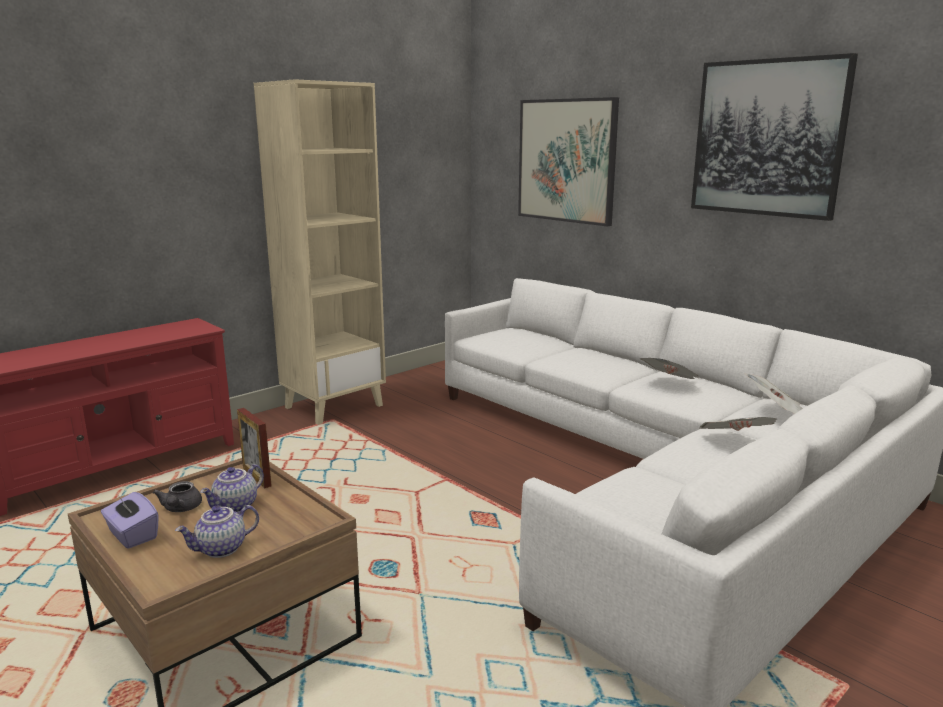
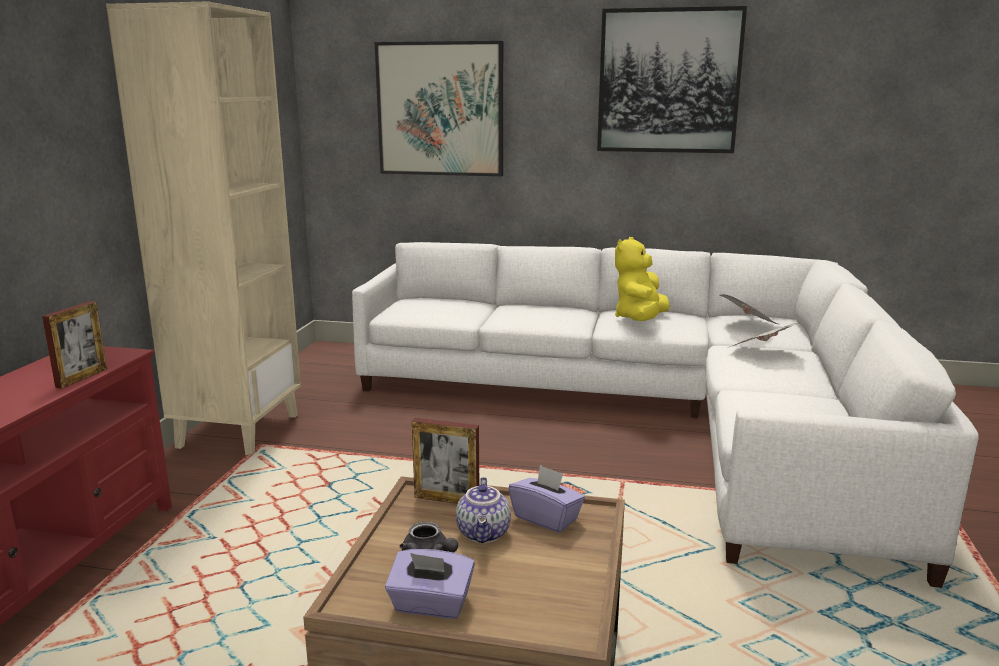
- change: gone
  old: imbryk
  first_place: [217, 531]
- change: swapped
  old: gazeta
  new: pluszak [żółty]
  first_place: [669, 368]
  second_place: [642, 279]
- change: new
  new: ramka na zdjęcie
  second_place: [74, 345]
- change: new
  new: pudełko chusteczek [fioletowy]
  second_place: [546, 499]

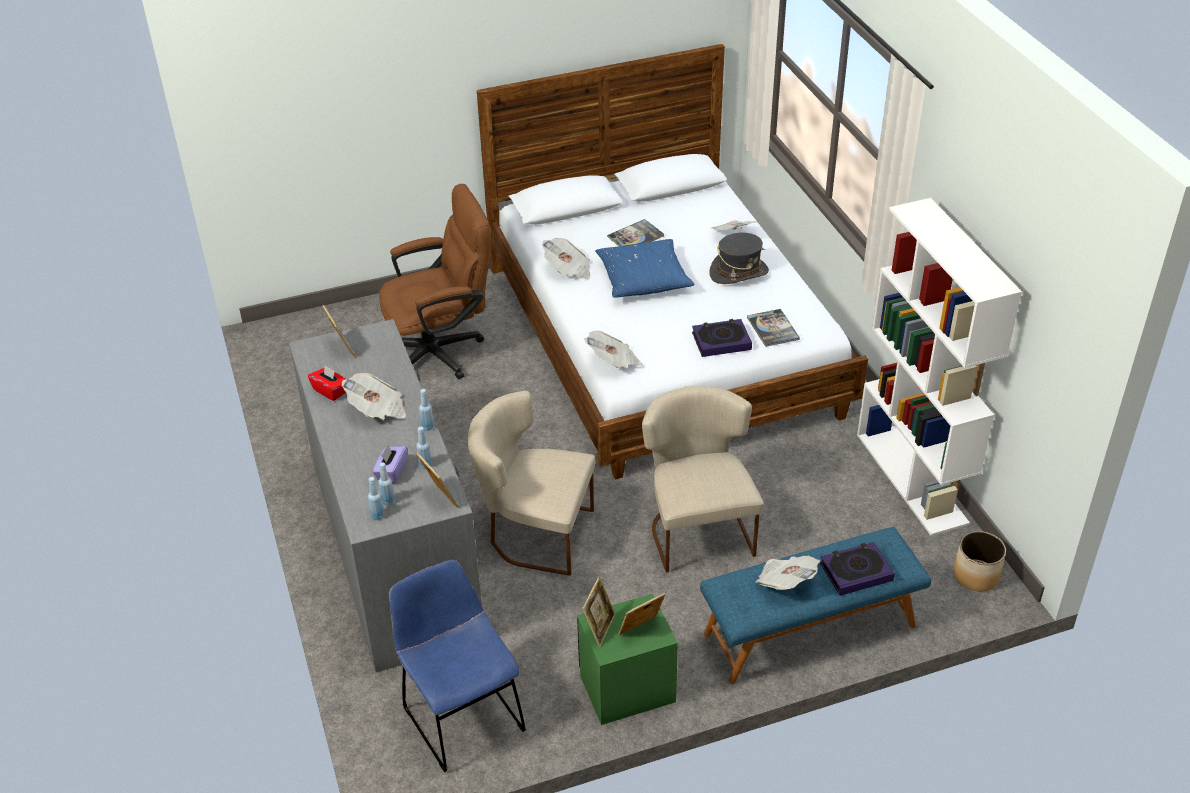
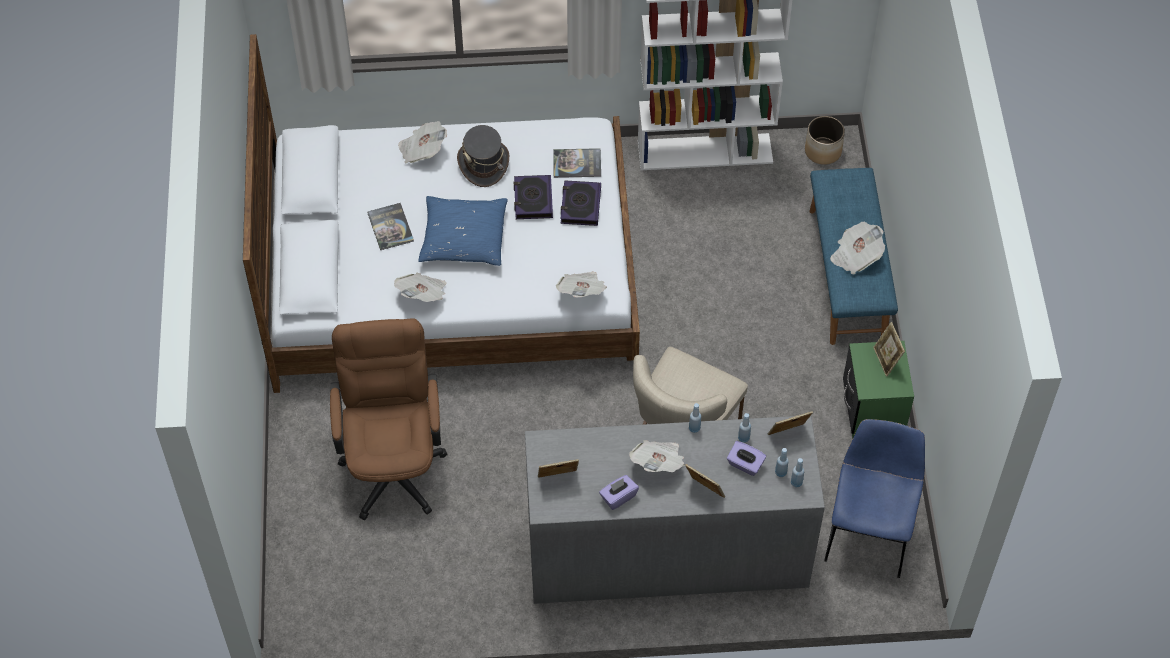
- change: repainted
  old: pudełko chusteczek [czerwony]
  new: pudełko chusteczek [fioletowy]
  first_place: [327, 383]
  second_place: [619, 492]
- change: rotated
  old: krzesło [niebieski]
  first_place: [457, 666]
  second_place: [874, 498]
  degrees: 120
- change: shifted
  old: ramka na zdjęcie
  first_place: [598, 611]
  second_place: [705, 481]
- change: gone
  old: krzesło [beżowy]
  first_place: [703, 479]
- change: shifted
  old: książka
  first_place: [857, 569]
  second_place: [533, 197]

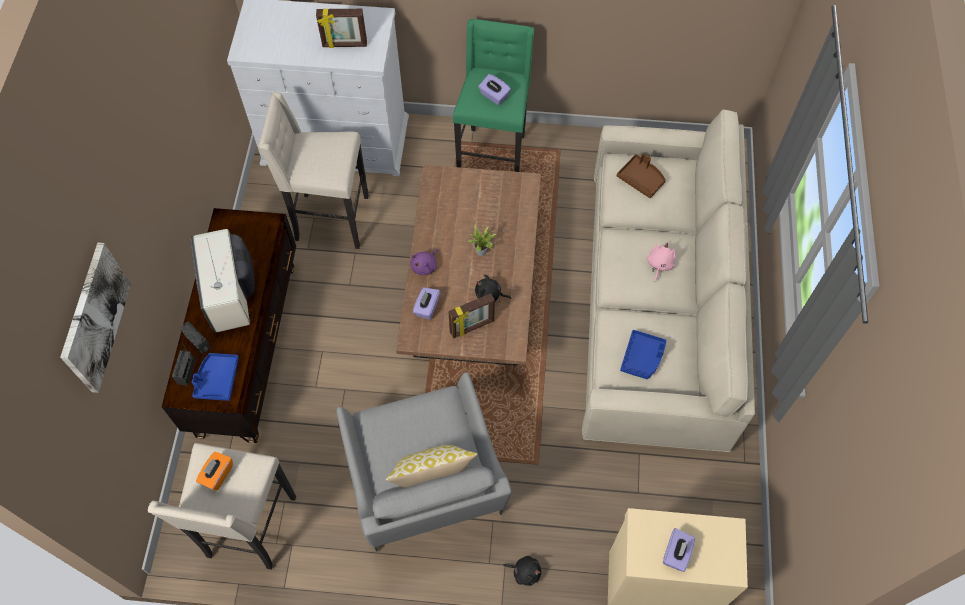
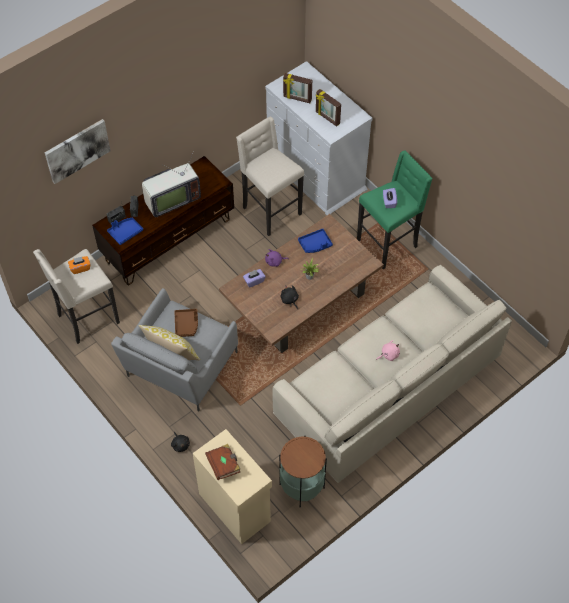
- change: rotated
  old: telewizor
  first_place: [223, 281]
  second_place: [171, 185]
  degrees: -150
- change: shifted
  old: ramka na zdjęcie
  first_place: [471, 316]
  second_place: [297, 88]
- change: shifted
  old: taca [brązowy]
  first_place: [641, 175]
  second_place: [186, 323]
- change: shifted
  old: taca [niebieski]
  first_place: [643, 354]
  second_place: [315, 240]
- change: swapped
  old: pudełko chusteczek [fioletowy]
  new: książka [brązowy]
  first_place: [679, 550]
  second_place: [222, 462]
- change: new
  new: stolik
  second_place: [303, 472]

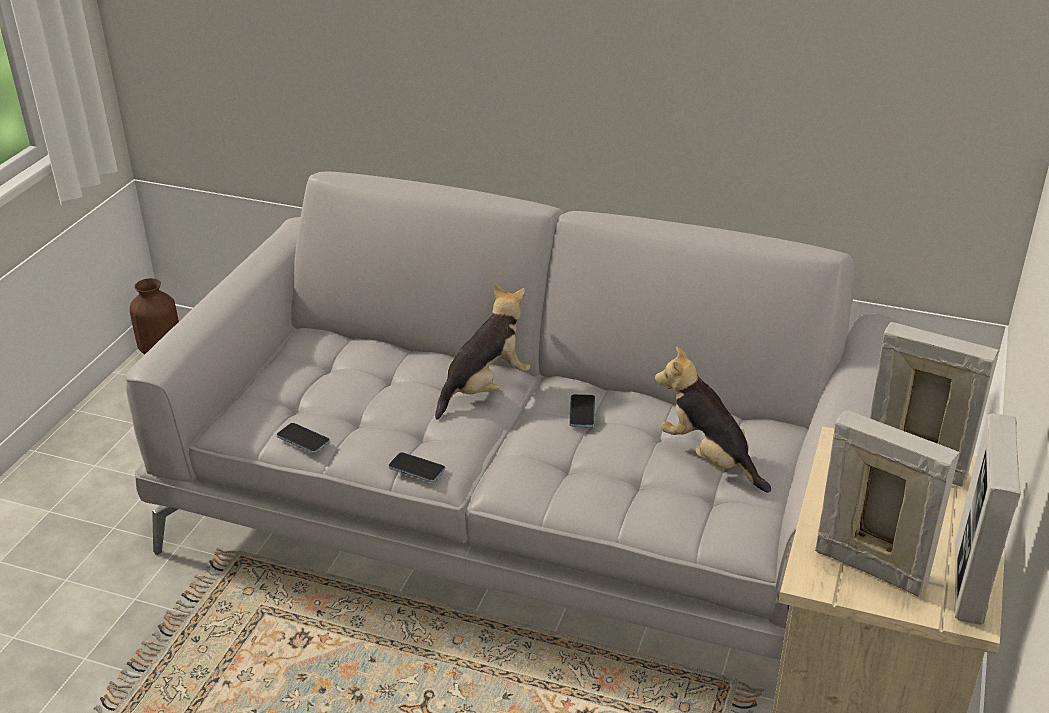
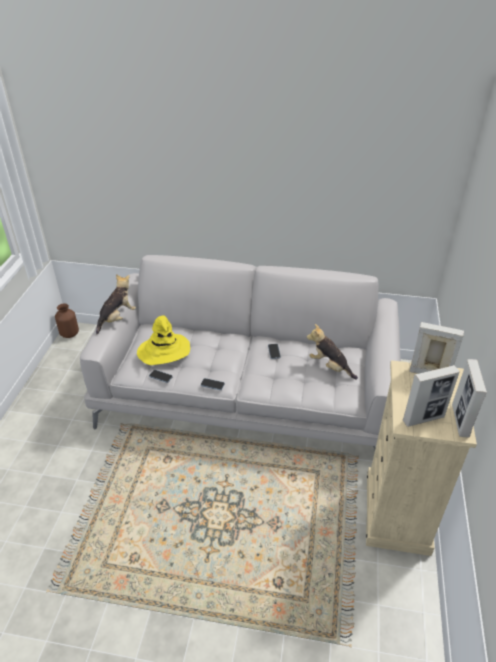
- change: shifted
  old: pluszak
  first_place: [482, 352]
  second_place: [116, 304]
- change: rotated
  old: ramka na zdjęcie
  first_place: [887, 503]
  second_place: [431, 396]
  degrees: 135
- change: new
  new: kapelusz [żółty]
  second_place: [163, 340]

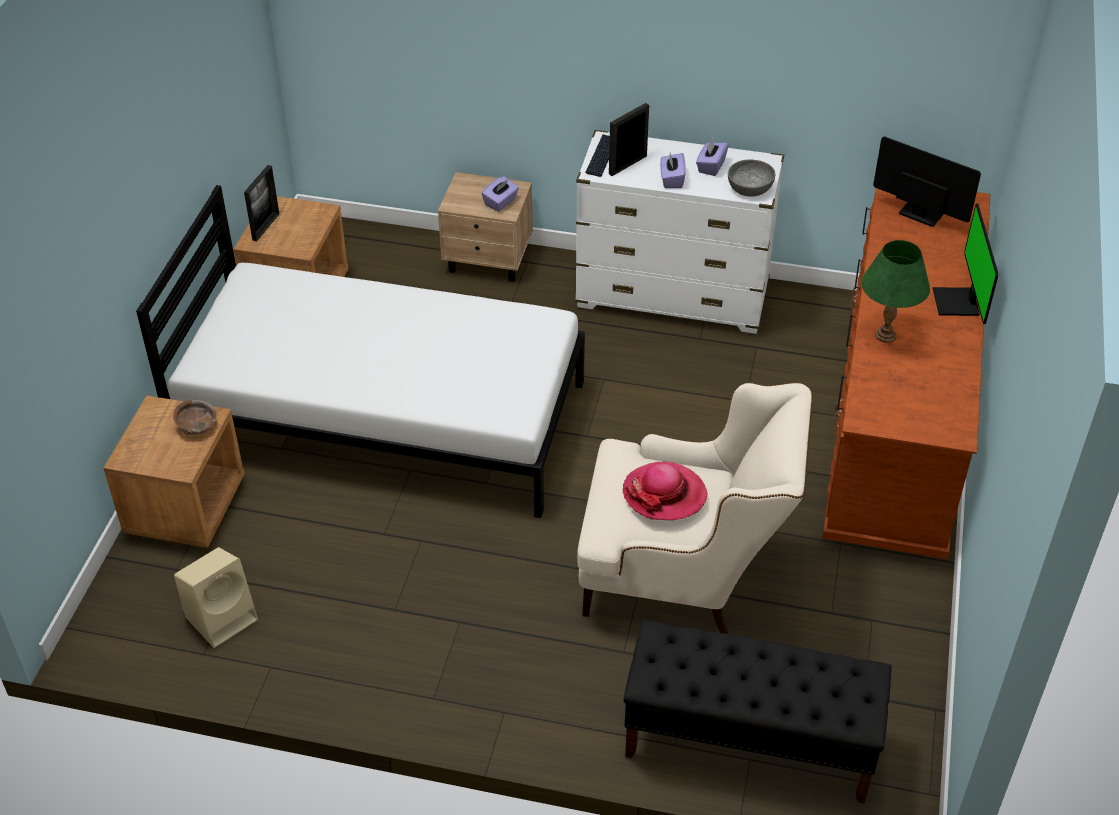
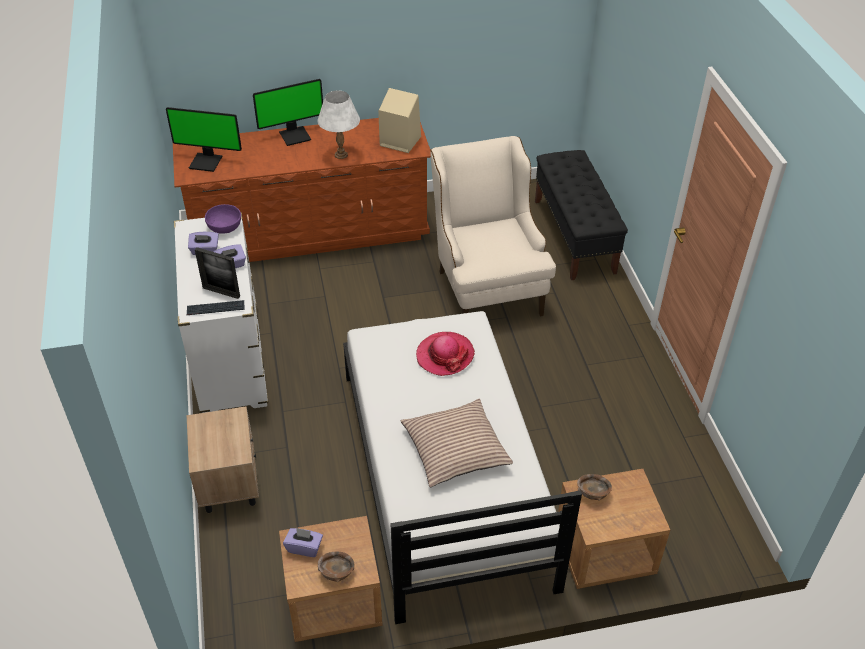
- change: shifted
  old: głośnik [beżowy]
  first_place: [216, 597]
  second_place: [399, 120]
- change: swapped
  old: ramka na zdjęcie
  new: miska [brązowy]
  first_place: [261, 203]
  second_place: [336, 567]
- change: shifted
  old: pudełko chusteczek [fioletowy]
  first_place: [500, 193]
  second_place: [303, 542]
- change: shifted
  old: kapelusz
  first_place: [665, 491]
  second_place: [445, 354]
- change: repainted
  old: miska [szary]
  new: miska [fioletowy]
  first_place: [751, 178]
  second_place: [223, 219]
- change: repainted
  old: lampa stołowa [zielony]
  new: lampa stołowa [biały]
  first_place: [895, 291]
  second_place: [338, 124]
- change: rotated
  old: monitor
  first_place: [927, 181]
  second_place: [204, 139]
  degrees: -90
- change: new
  new: poduszka
  second_place: [456, 442]

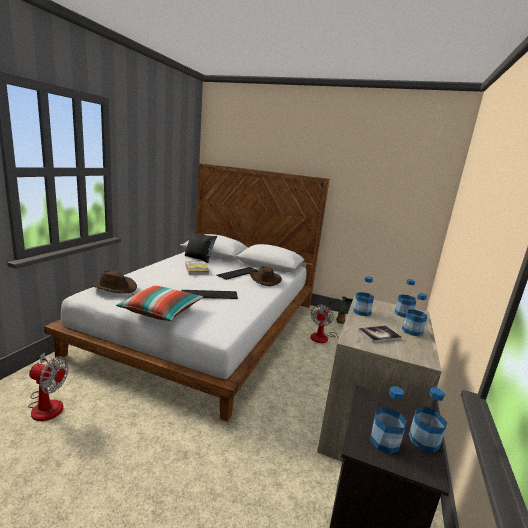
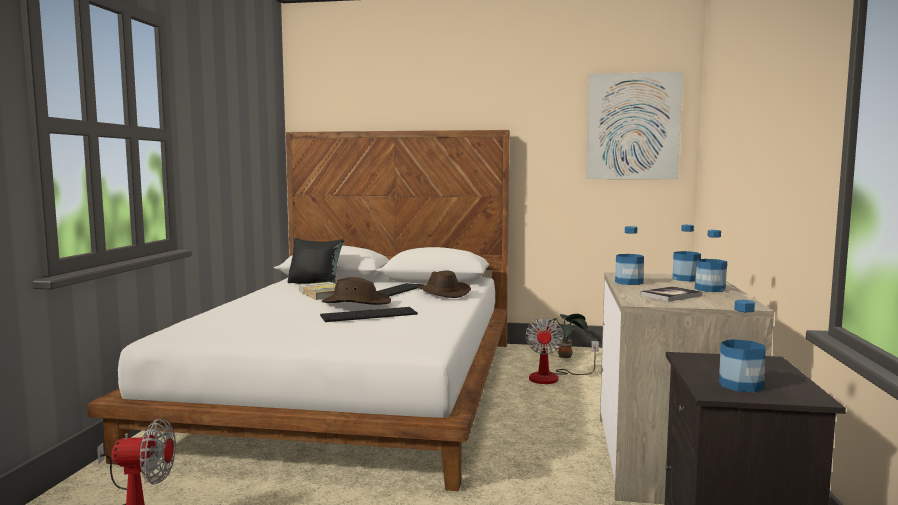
- change: shifted
  old: kapelusz [brązowy]
  first_place: [113, 282]
  second_place: [356, 291]
- change: gone
  old: poduszka
  first_place: [159, 303]
- change: gone
  old: butelka
  first_place: [428, 420]
- change: new
  new: obraz
  second_place: [634, 125]

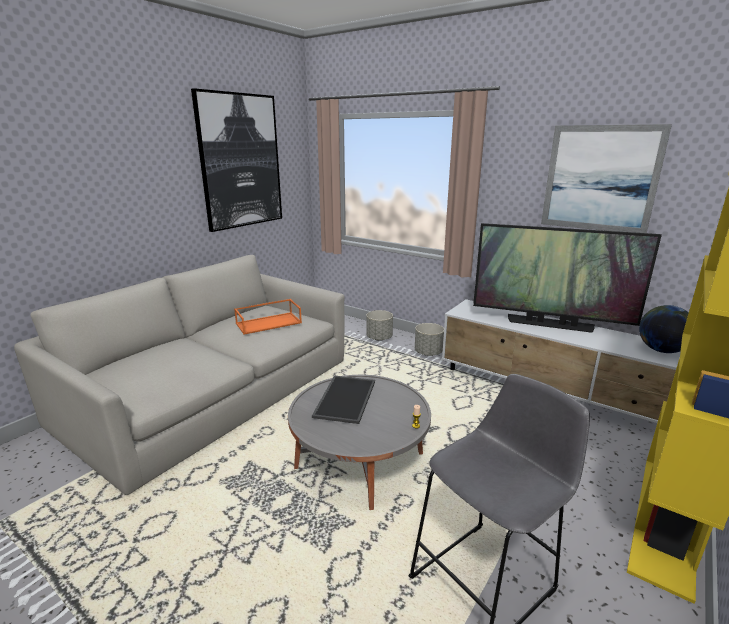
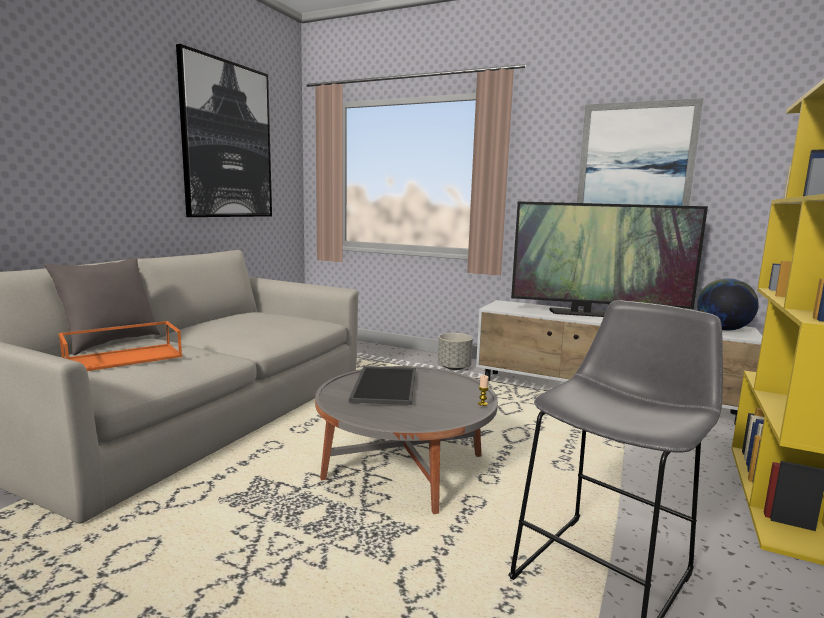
- change: shifted
  old: taca [pomarańczowy]
  first_place: [268, 317]
  second_place: [120, 346]
- change: gone
  old: donica [szary]
  first_place: [379, 325]
- change: new
  new: poduszka [szary]
  second_place: [102, 306]

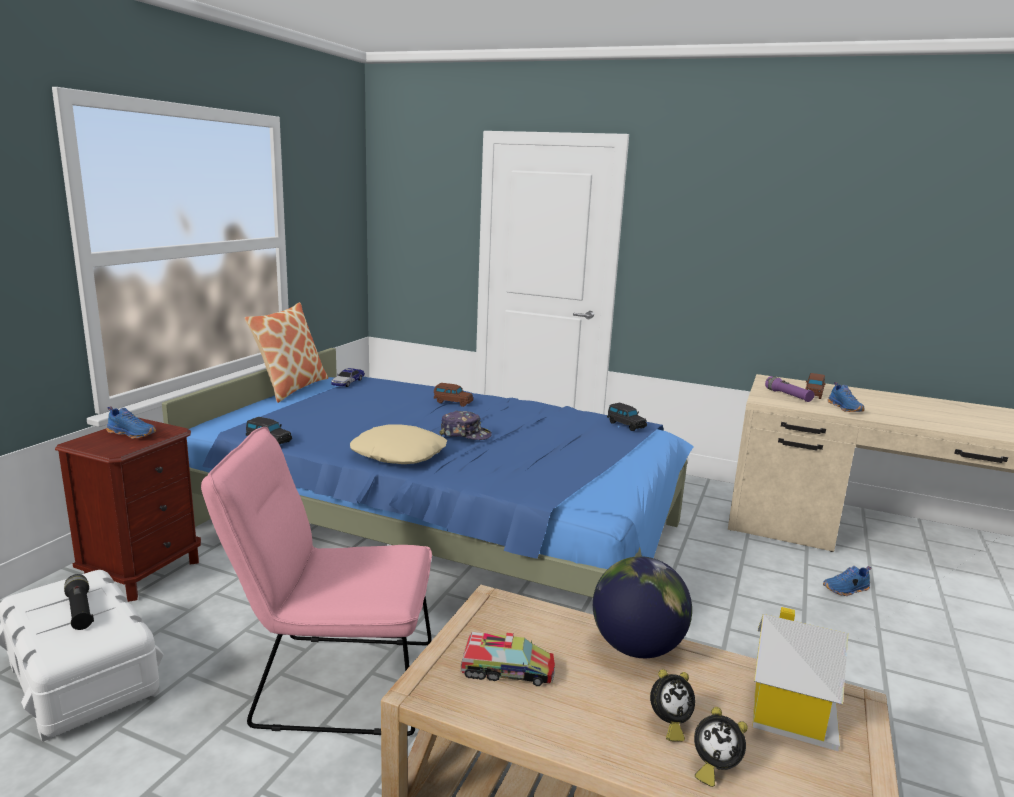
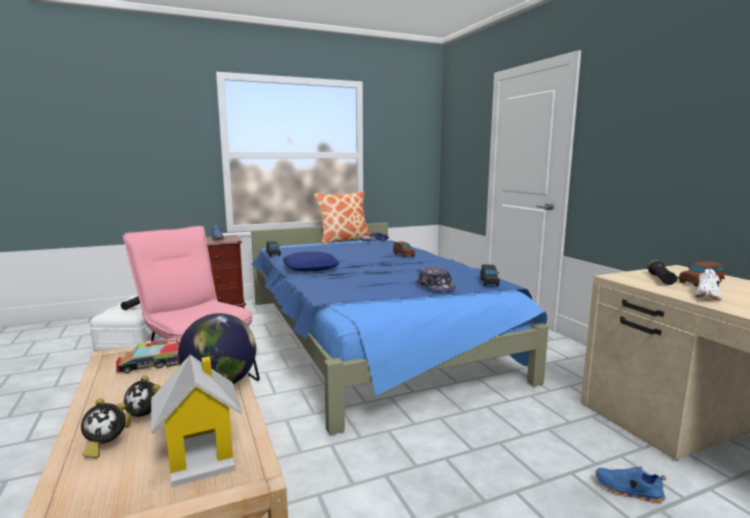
- change: repainted
  old: poduszka [beżowy]
  new: poduszka [niebieski]
  first_place: [398, 444]
  second_place: [311, 261]
- change: shifted
  old: czapka z daszkiem
  first_place: [466, 425]
  second_place: [436, 279]
- change: rotated
  old: ciężarówka zabawkowa
  first_place: [508, 659]
  second_place: [147, 356]
  degrees: 105
- change: rotated
  old: budzik
  first_place: [721, 747]
  second_place: [103, 428]
  degrees: -75
- change: repainted
  old: latarka [fioletowy]
  new: latarka [czarny]
  first_place: [790, 389]
  second_place: [662, 272]
- change: repainted
  old: but [niebieski]
  new: but [biały]
  first_place: [845, 397]
  second_place: [708, 284]

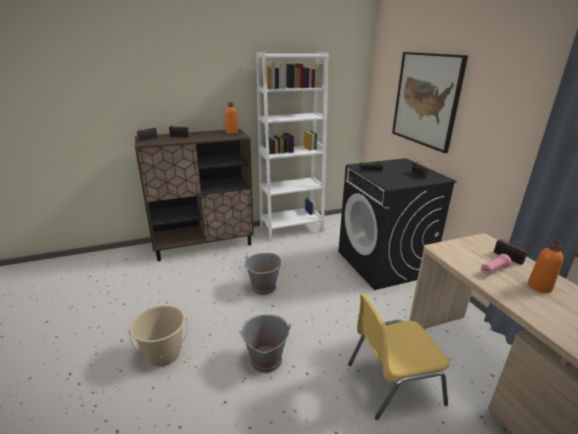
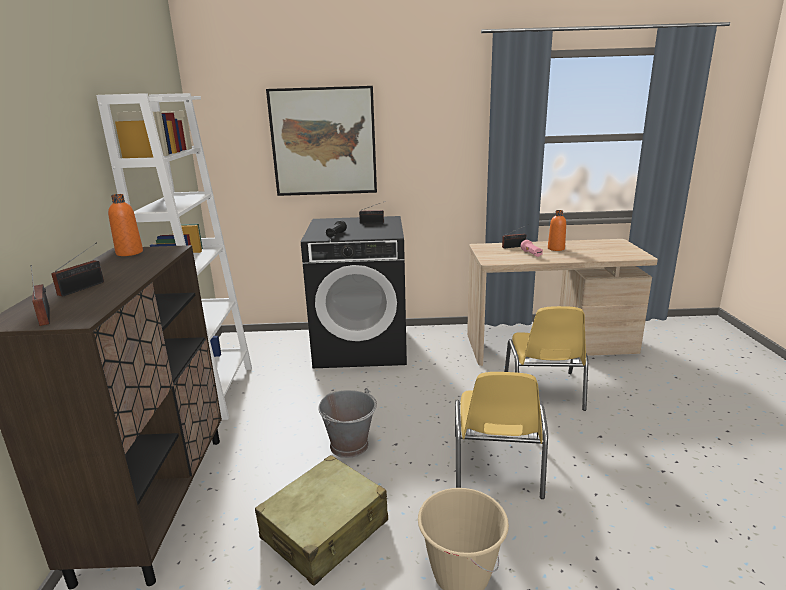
- change: swapped
  old: wiadro [szary]
  new: krzesło [żółty]
  first_place: [265, 343]
  second_place: [501, 435]
- change: new
  new: walizka [beżowy]
  second_place: [321, 520]

